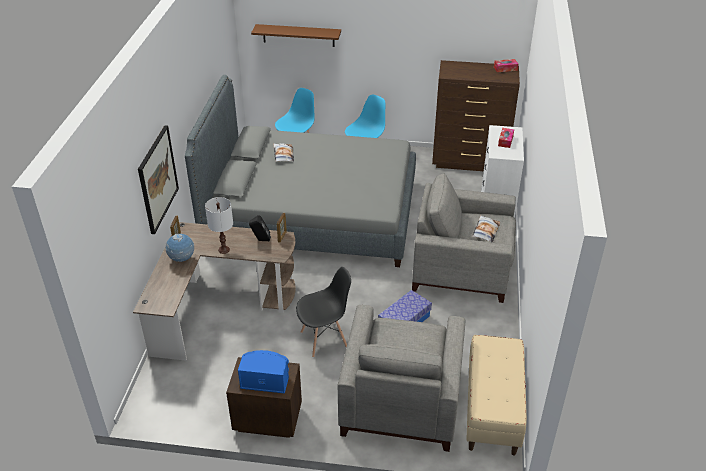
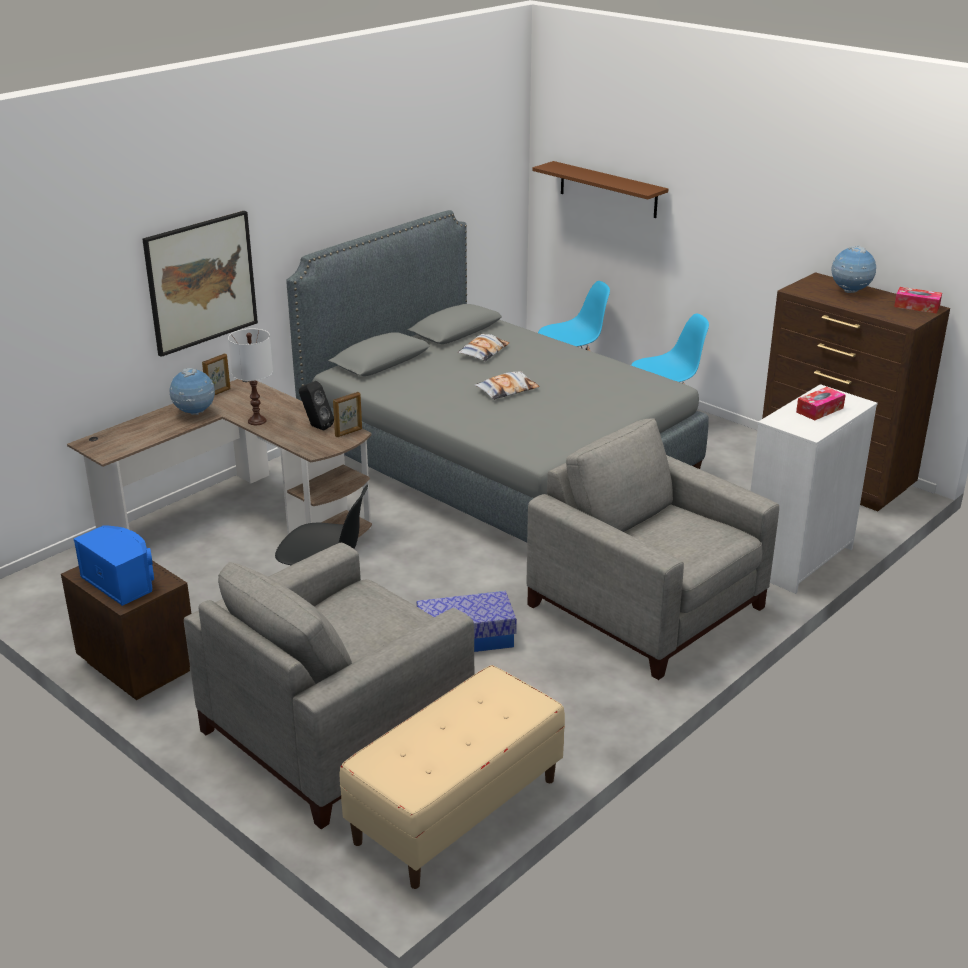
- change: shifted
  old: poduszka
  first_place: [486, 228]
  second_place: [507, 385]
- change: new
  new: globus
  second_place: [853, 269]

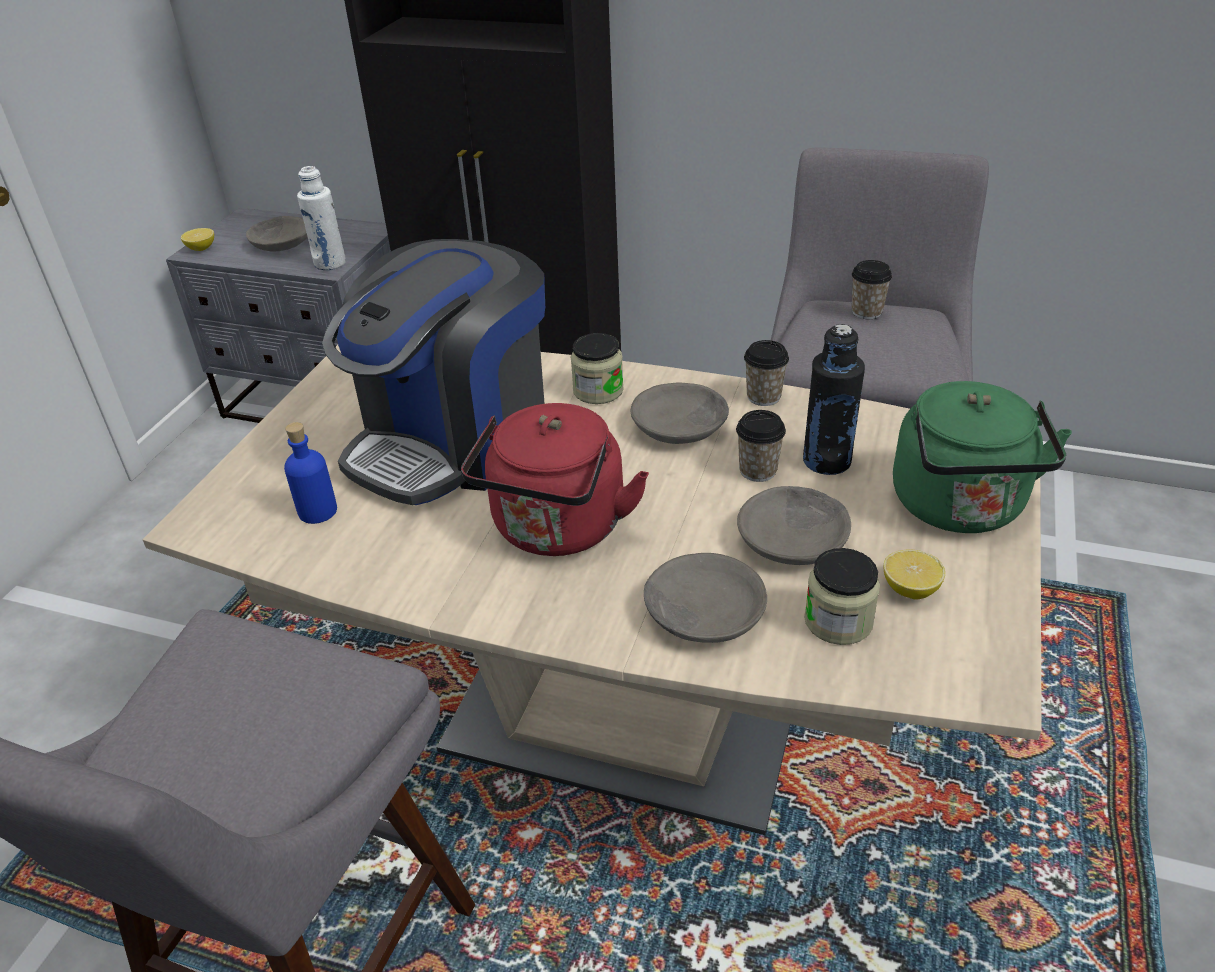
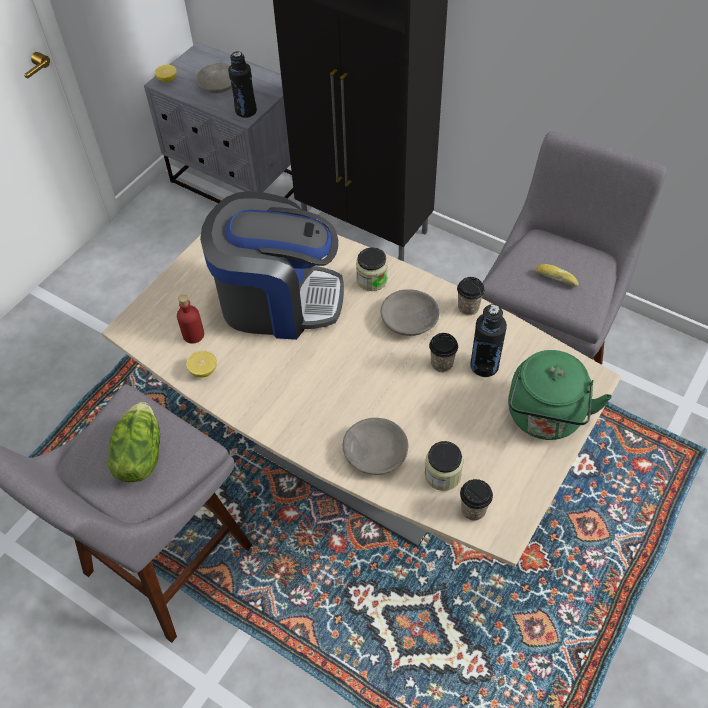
- change: repainted
  old: butelka [niebieski]
  new: butelka [czerwony]
  first_place: [310, 473]
  second_place: [190, 319]
- change: repainted
  old: butelka [biały]
  new: butelka [czarny]
  first_place: [321, 218]
  second_place: [242, 84]
- change: rotated
  old: ekspres do kawy
  first_place: [433, 372]
  second_place: [272, 265]
  degrees: -135
- change: gone
  old: czajnik [czerwony]
  first_place: [555, 479]
- change: gone
  old: miska [szary]
  first_place: [794, 525]
- change: shifted
  old: filiżanka
  first_place: [872, 289]
  second_place: [476, 500]
- change: shifted
  old: cytryna
  first_place: [914, 574]
  second_place: [201, 364]
- change: new
  new: sałata
  second_place: [134, 442]
- change: new
  new: chleb
  second_place: [557, 275]

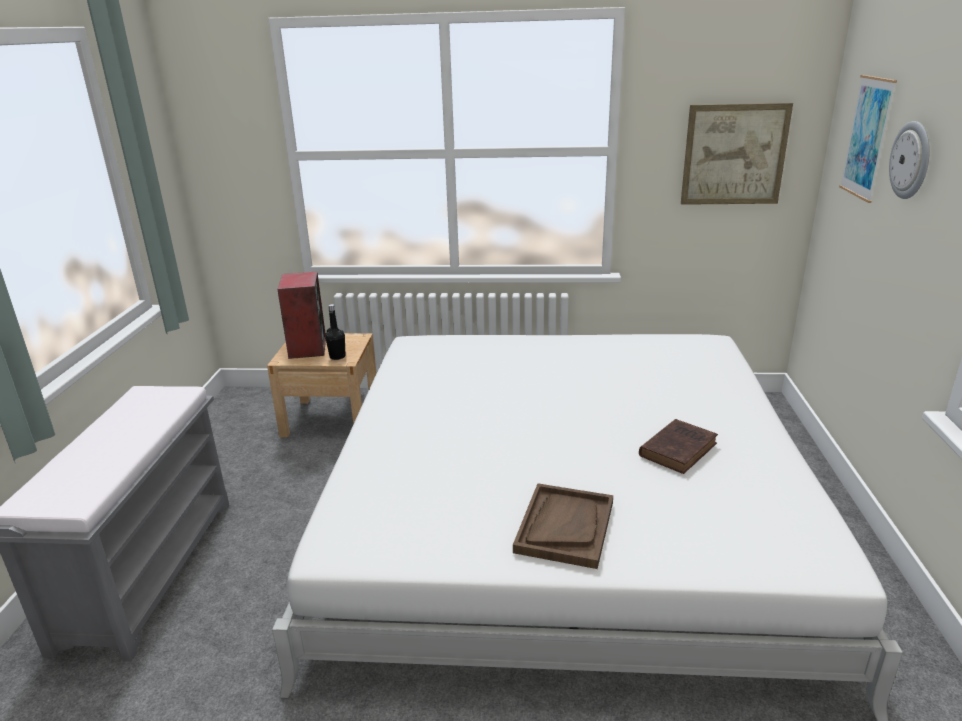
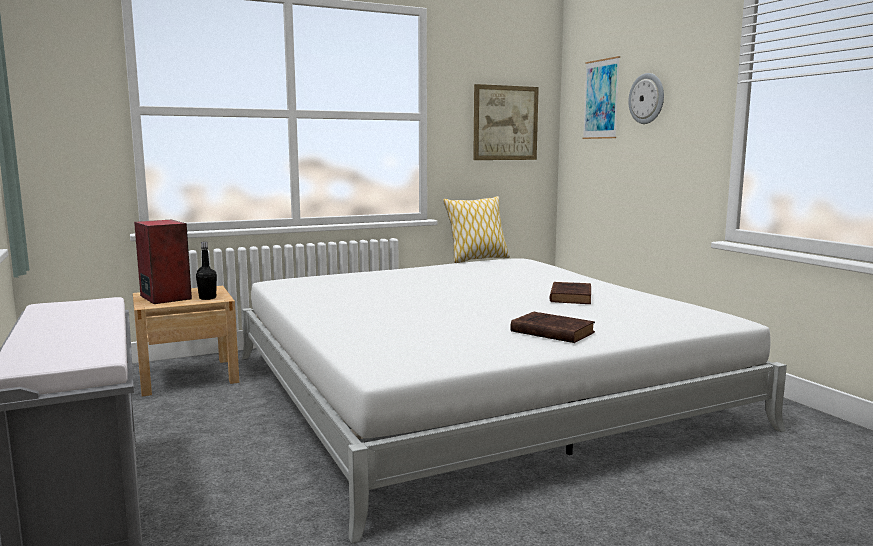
- change: swapped
  old: taca [brązowy]
  new: książka [brązowy]
  first_place: [563, 526]
  second_place: [552, 327]
- change: new
  new: poduszka
  second_place: [476, 229]

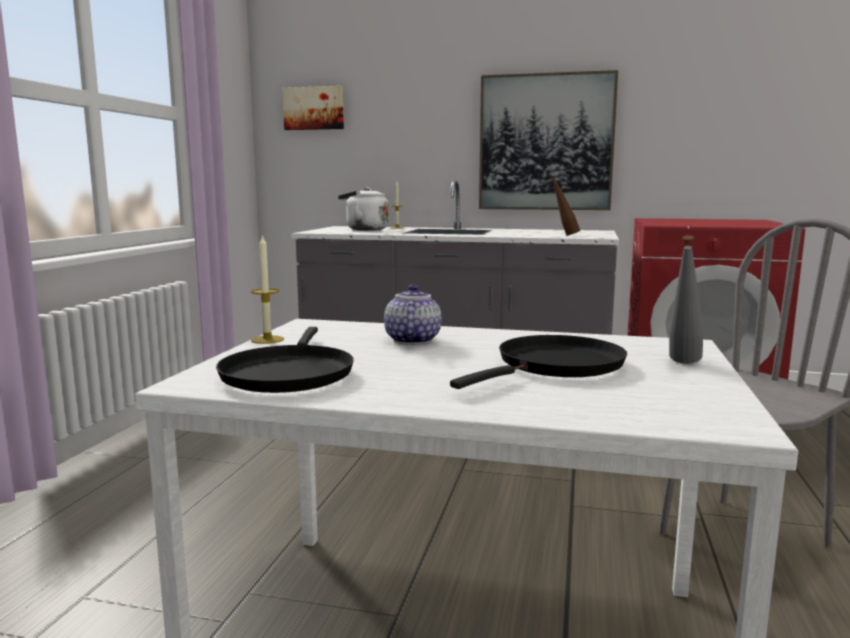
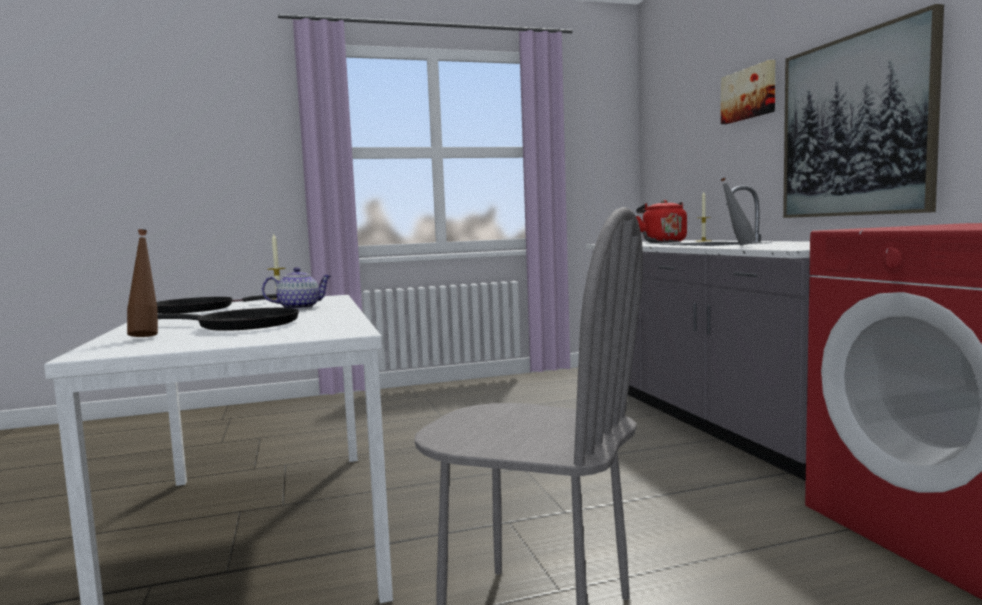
- change: shifted
  old: obraz
  first_place: [313, 108]
  second_place: [748, 92]
- change: repainted
  old: czajnik [biały]
  new: czajnik [czerwony]
  first_place: [363, 208]
  second_place: [661, 221]
- change: shifted
  old: butelka [brązowy]
  first_place: [565, 206]
  second_place: [142, 283]
- change: shifted
  old: butelka [szary]
  first_place: [686, 299]
  second_place: [738, 211]

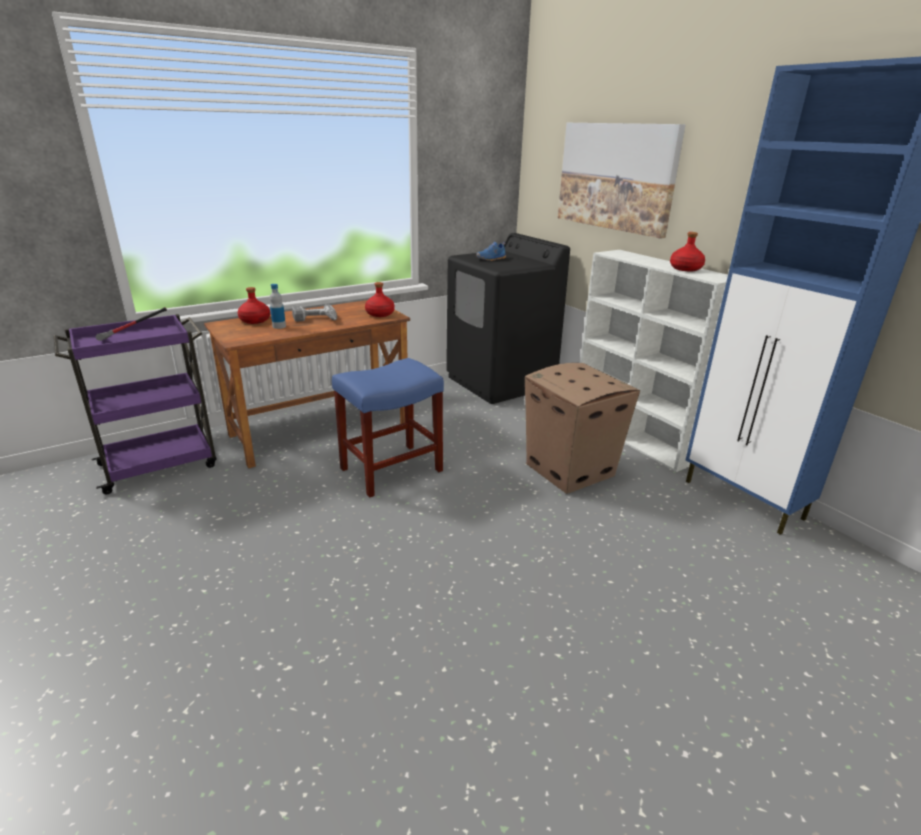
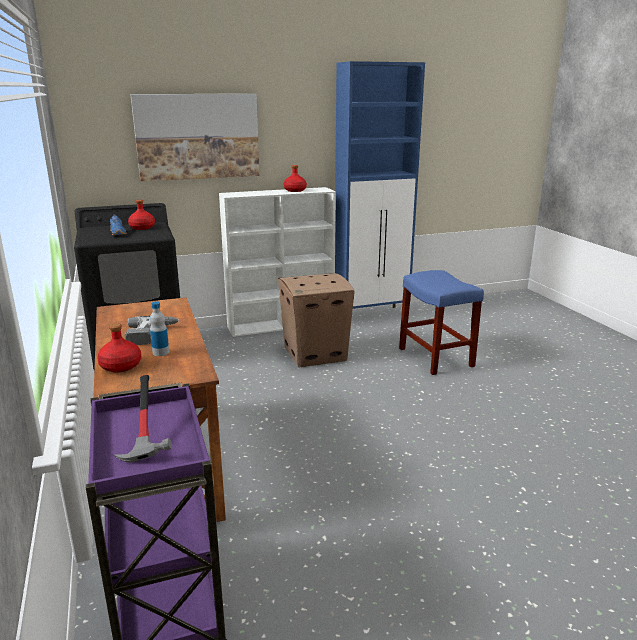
- change: shifted
  old: stołek [niebieski]
  first_place: [388, 427]
  second_place: [441, 322]
- change: shifted
  old: butelka [czerwony]
  first_place: [380, 299]
  second_place: [141, 215]

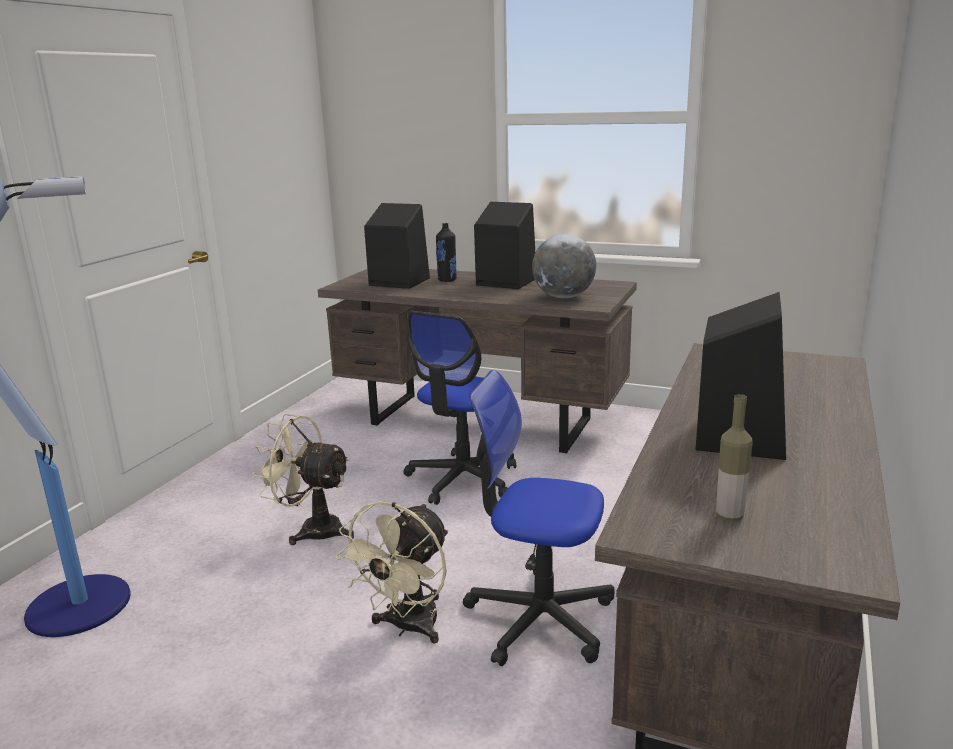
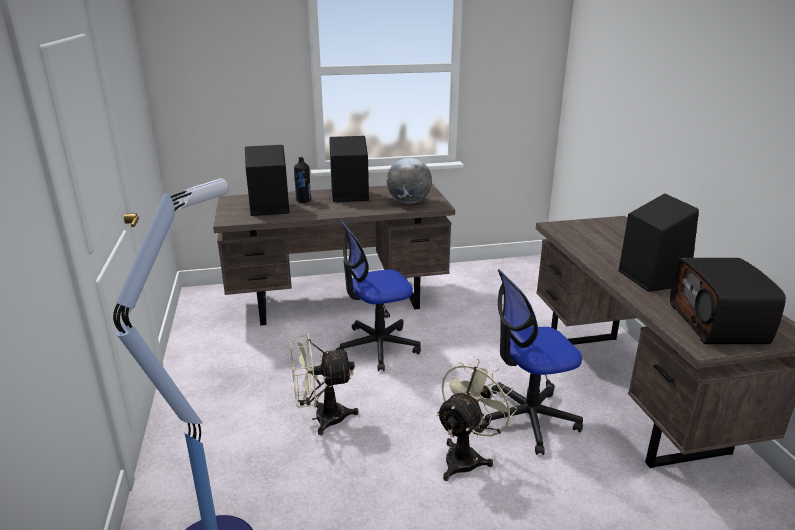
- change: rotated
  old: wentylator [beżowy]
  first_place: [392, 572]
  second_place: [476, 420]
  degrees: -135
- change: rotated
  old: krzesło biurowe
  first_place: [459, 408]
  second_place: [378, 295]
  degrees: 75
- change: swapped
  old: butelka
  new: radio
  first_place: [734, 458]
  second_place: [728, 301]

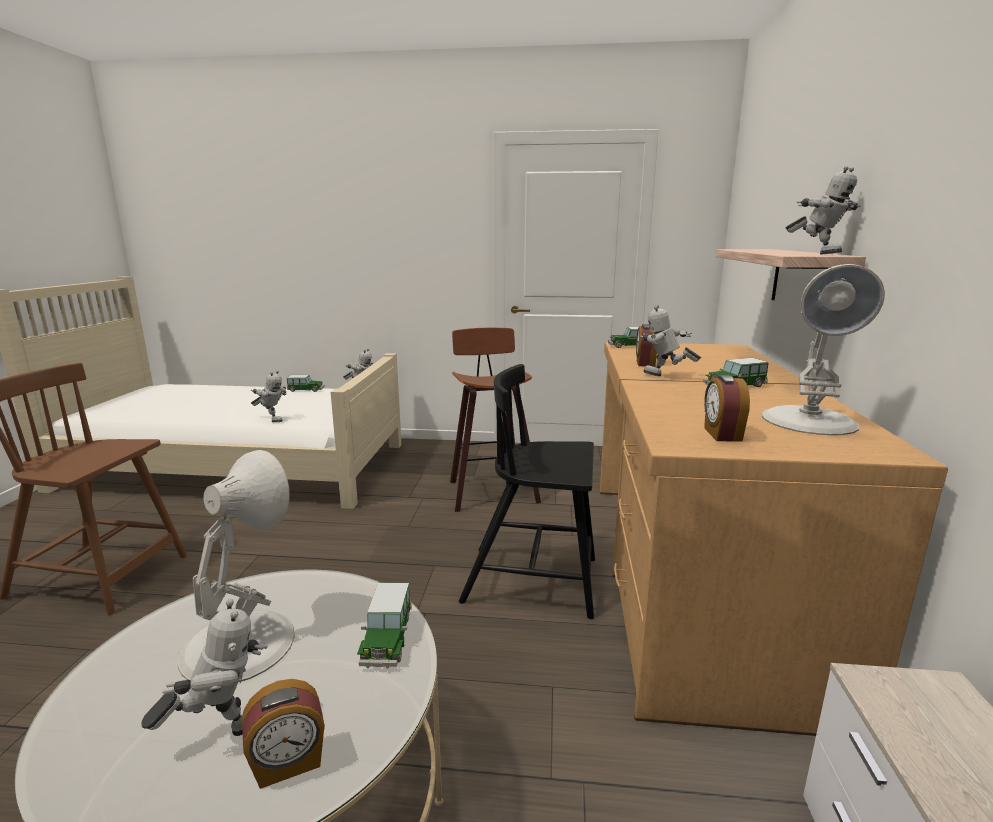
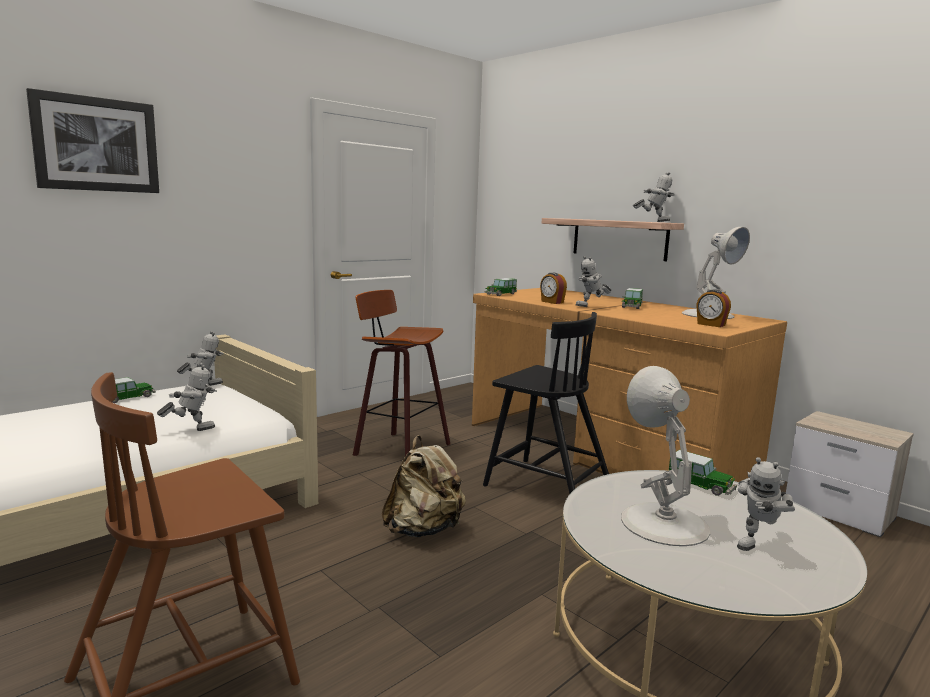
- change: rotated
  old: robot zabawkowy
  first_place: [204, 667]
  second_place: [766, 504]
  degrees: -150
- change: gone
  old: budzik
  first_place: [283, 734]
- change: rotated
  old: krzesło [czarny]
  first_place: [527, 491]
  second_place: [546, 403]
  degrees: -105
- change: new
  new: obraz
  second_place: [92, 140]
- change: new
  new: plecak [beżowy]
  second_place: [424, 486]

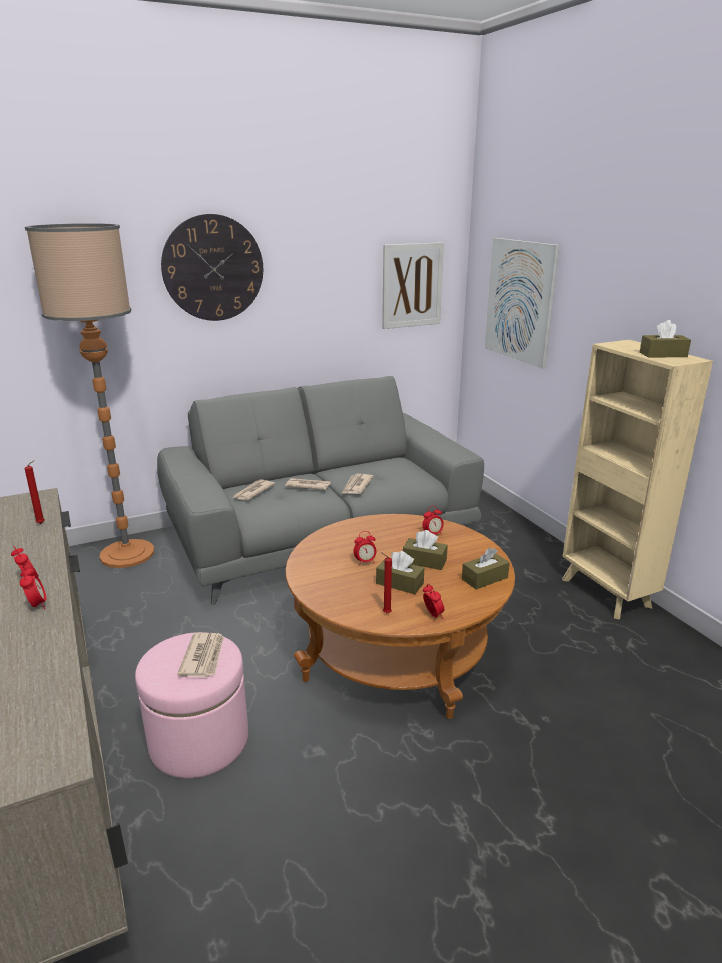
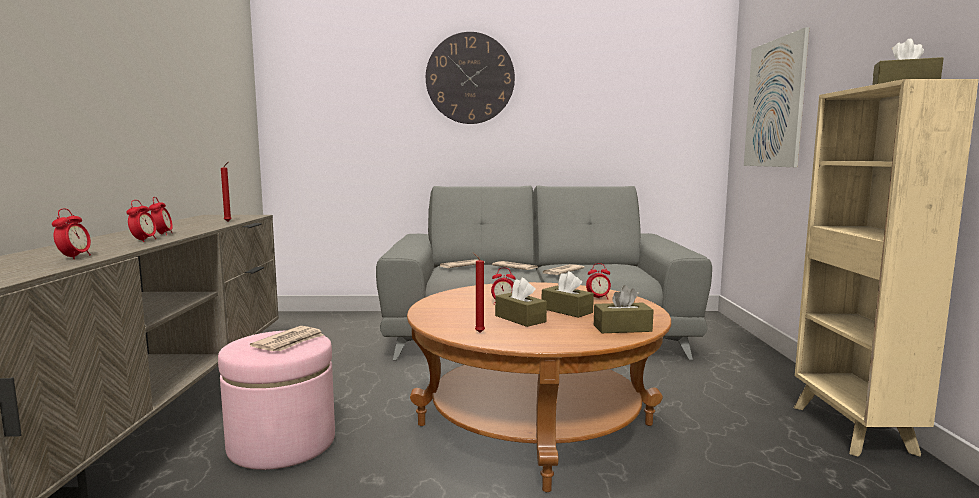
- change: gone
  old: lampa stojąca
  first_place: [89, 395]
- change: gone
  old: obraz
  first_place: [413, 285]
- change: shifted
  old: budzik
  first_place: [433, 601]
  second_place: [71, 233]

